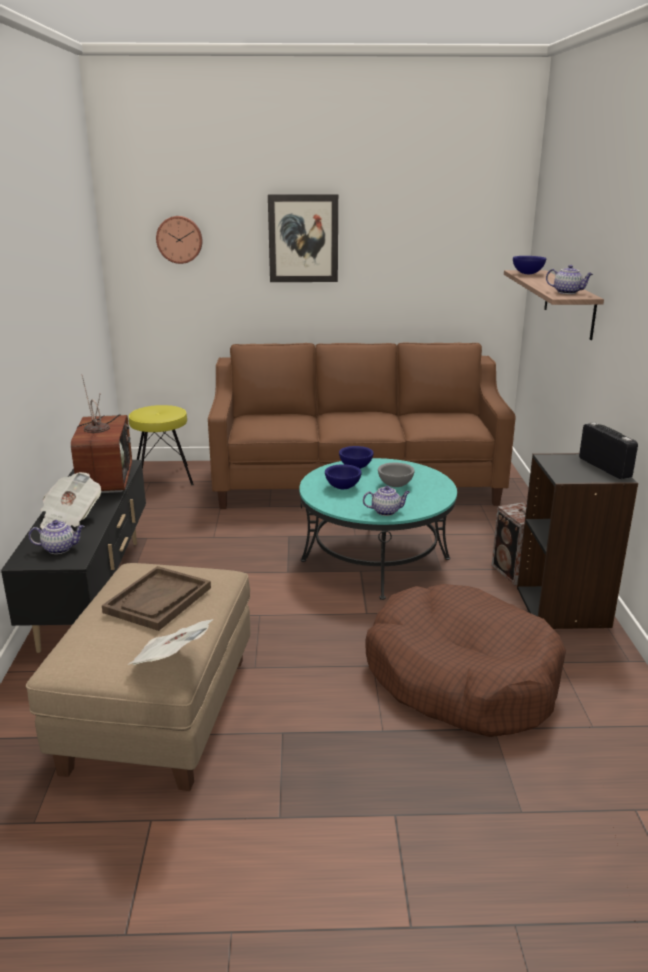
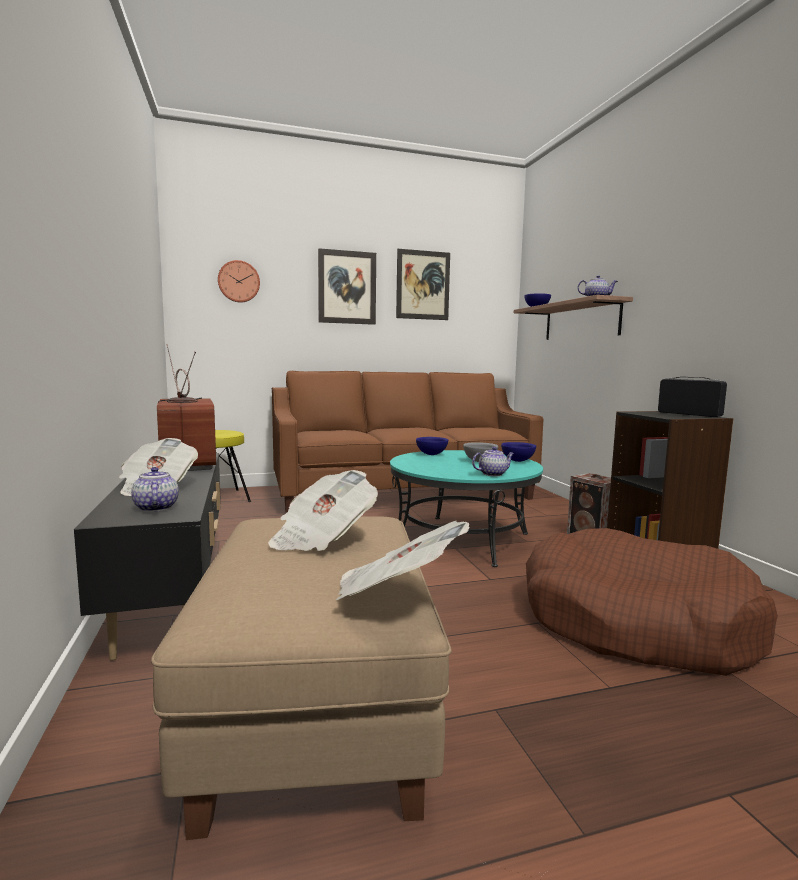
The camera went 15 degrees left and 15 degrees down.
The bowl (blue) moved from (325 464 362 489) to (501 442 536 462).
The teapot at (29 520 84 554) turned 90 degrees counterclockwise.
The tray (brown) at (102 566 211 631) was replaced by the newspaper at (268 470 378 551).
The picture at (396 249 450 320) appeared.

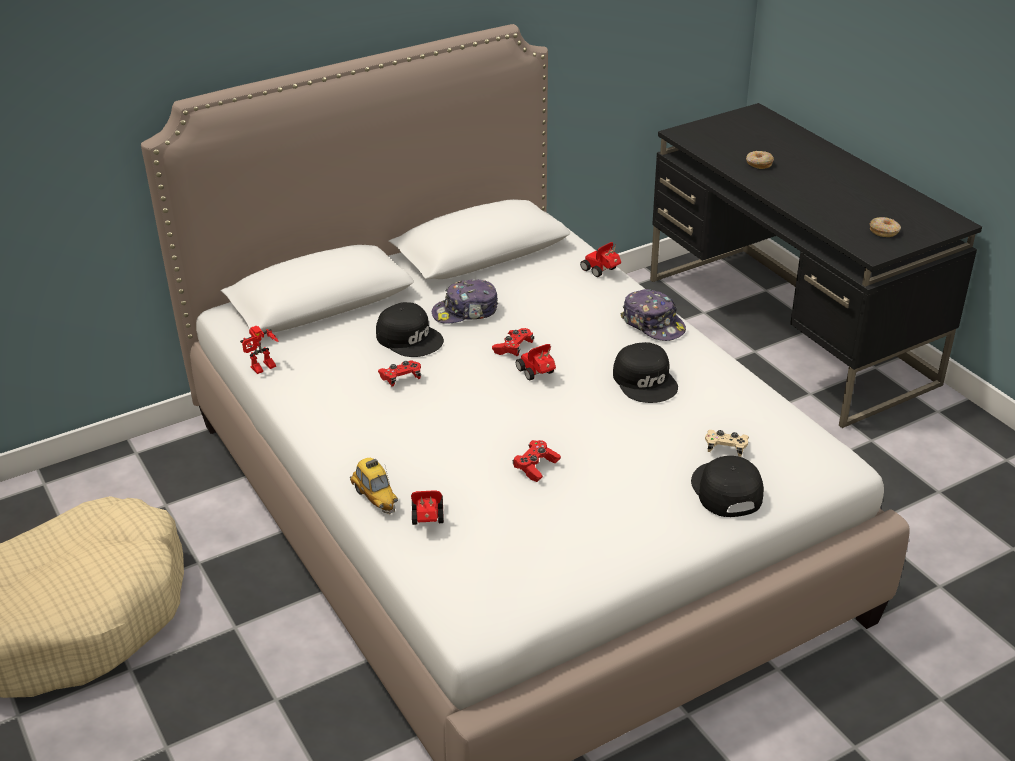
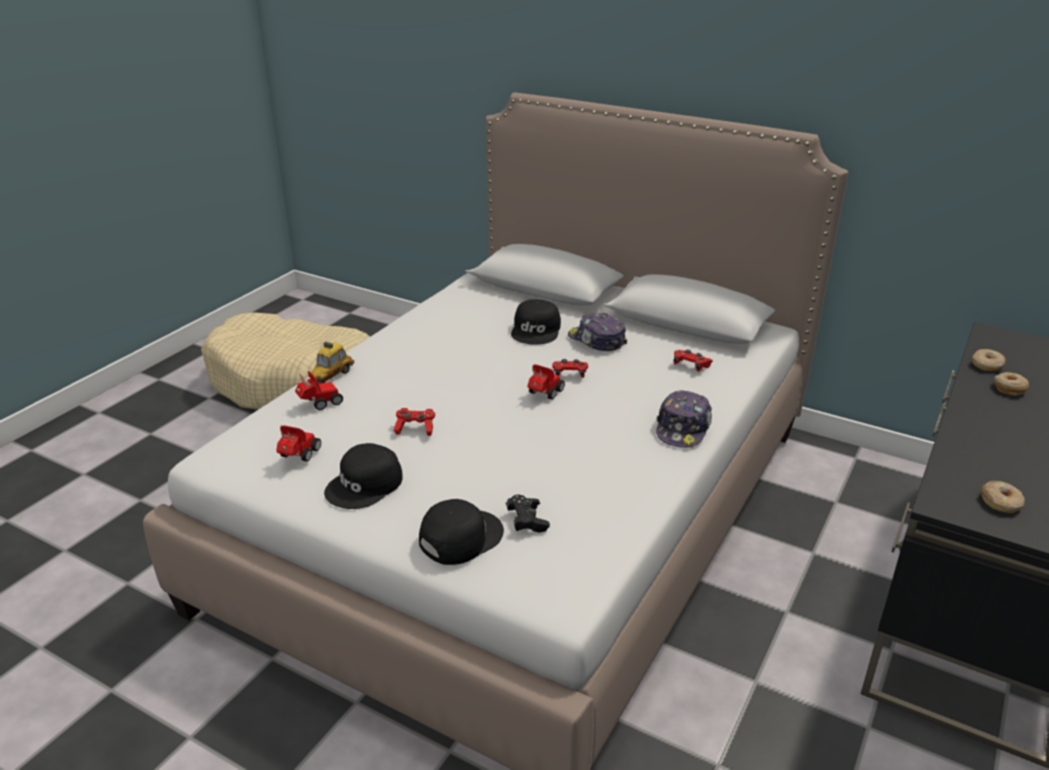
The camera went 60 degrees right and 5 degrees down.
The toy car moved from (580 242 621 277) to (276 425 321 462).
The toy robot at (240 326 278 374) disappeared.
The cap (black) moved from (613 342 678 403) to (324 443 403 509).
The game controller (red) moved from (378 360 421 387) to (673 349 713 372).
The game controller (beige) at (705 430 749 457) became the game controller (black) at (506 494 550 533).
The donut at (972 349 1006 371) appeared.

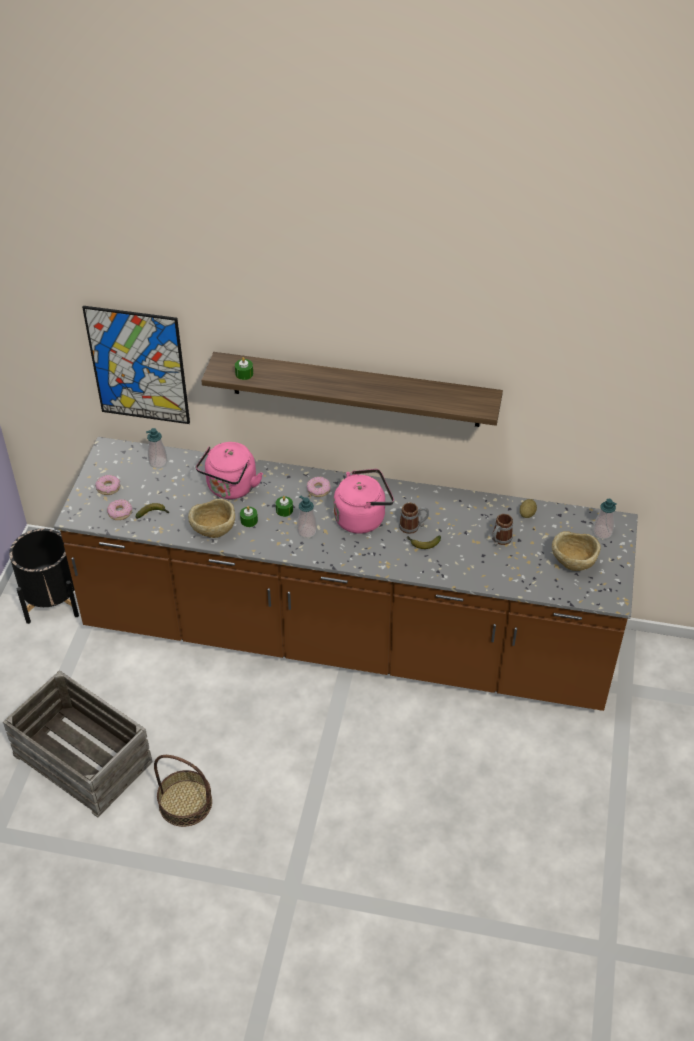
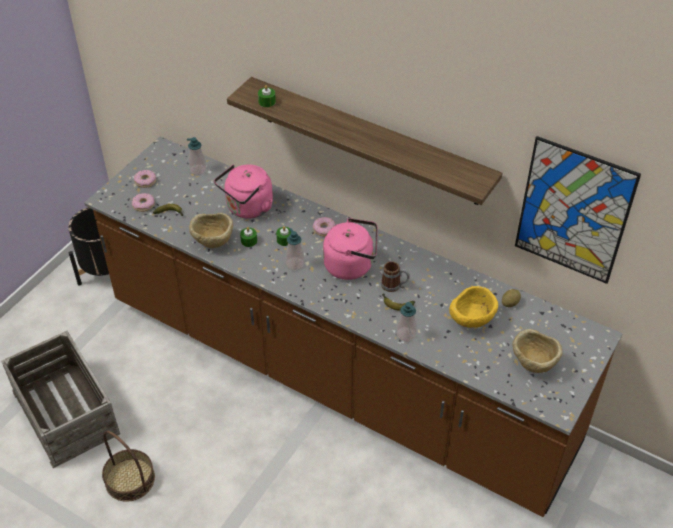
The camera went 20 degrees right and 0 degrees up.
The picture moved from (82 306 190 424) to (515 136 641 284).
The soap dispenser moved from (593 499 617 539) to (396 302 417 342).
The mug at (492 514 513 546) was replaced by the bowl (yellow) at (449 286 498 328).

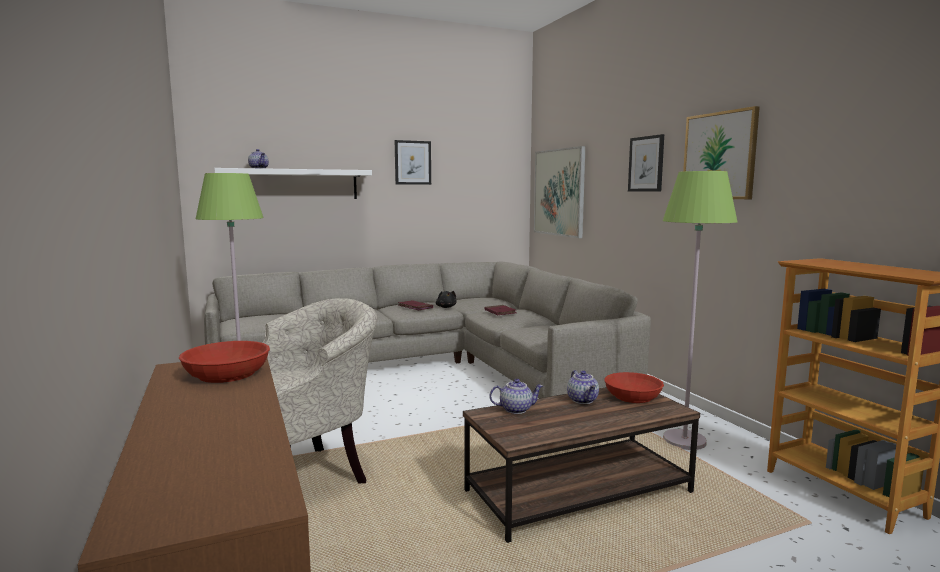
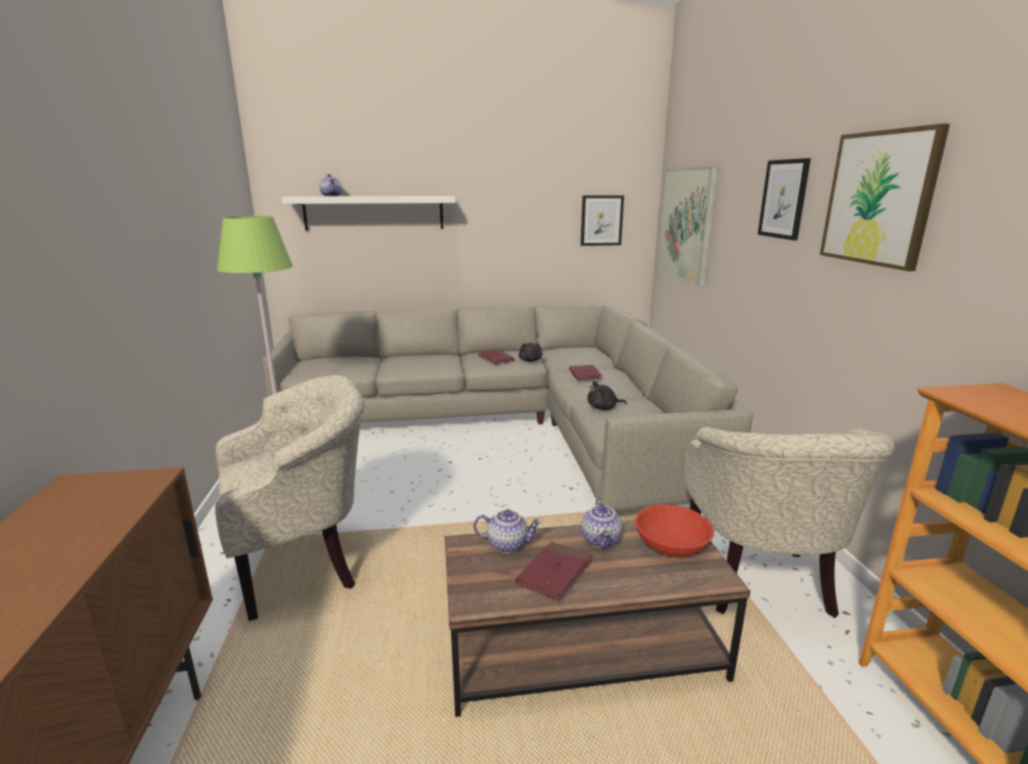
The camera went 15 degrees right and 10 degrees up.
The picture moved from (395 140 431 185) to (581 195 624 246).
The floor lamp (green) at (663 171 738 450) was replaced by the armchair (beige) at (684 427 895 618).
The bowl (red) at (179 341 270 383) disappeared.
The plush toy (black) at (587 381 627 410) appeared.
The book (red) at (516 542 592 601) appeared.

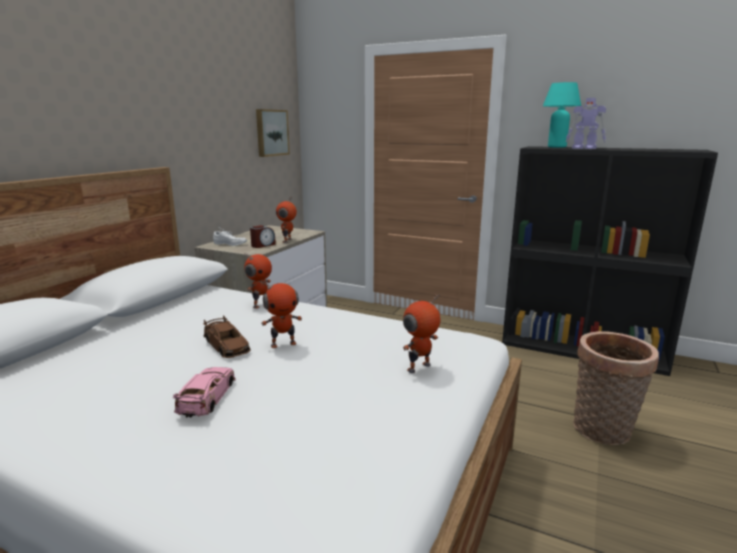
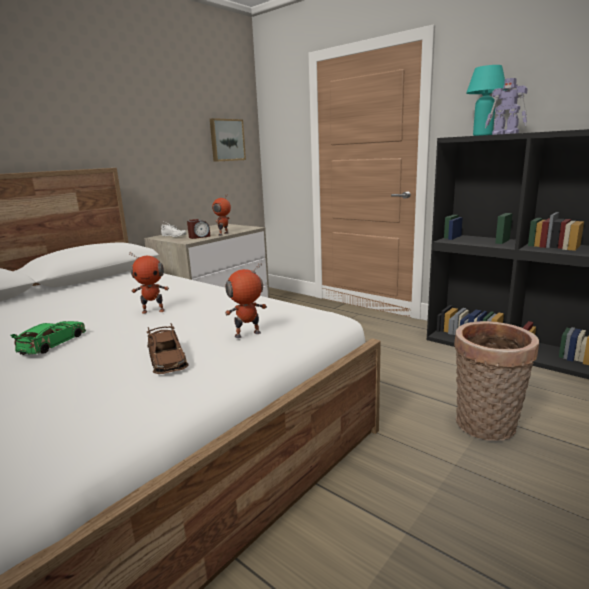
The camera went 15 degrees right and 0 degrees up.
The toy robot at (244 254 272 309) disappeared.
The toy car (brown) moved from (203 315 251 358) to (147 323 189 374).
The toy car (pink) at (173 367 236 418) became the toy car (green) at (11 321 86 355).

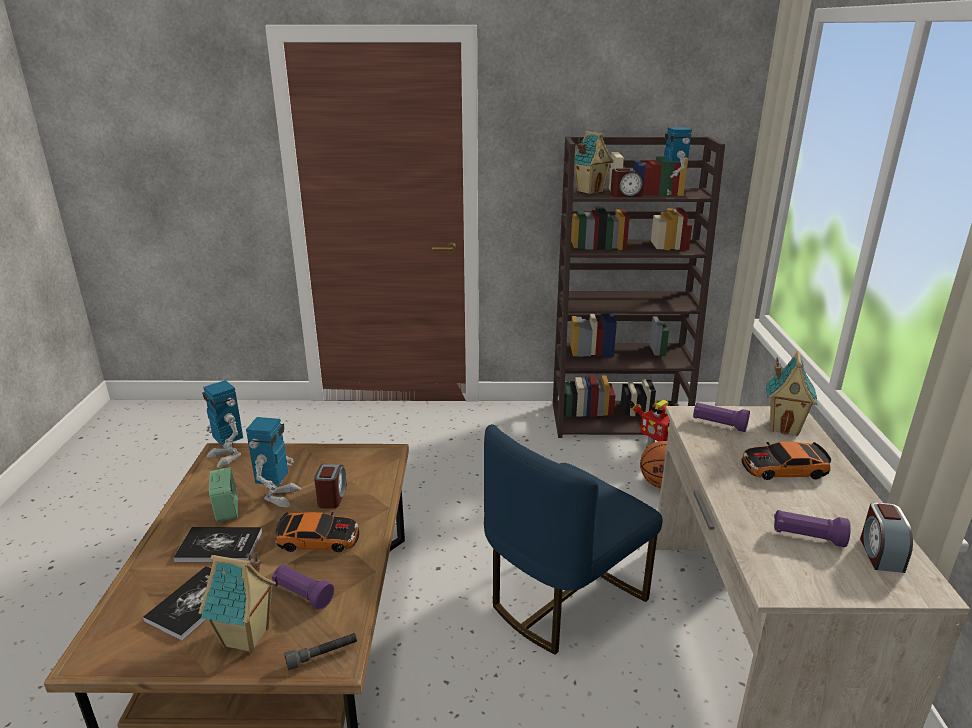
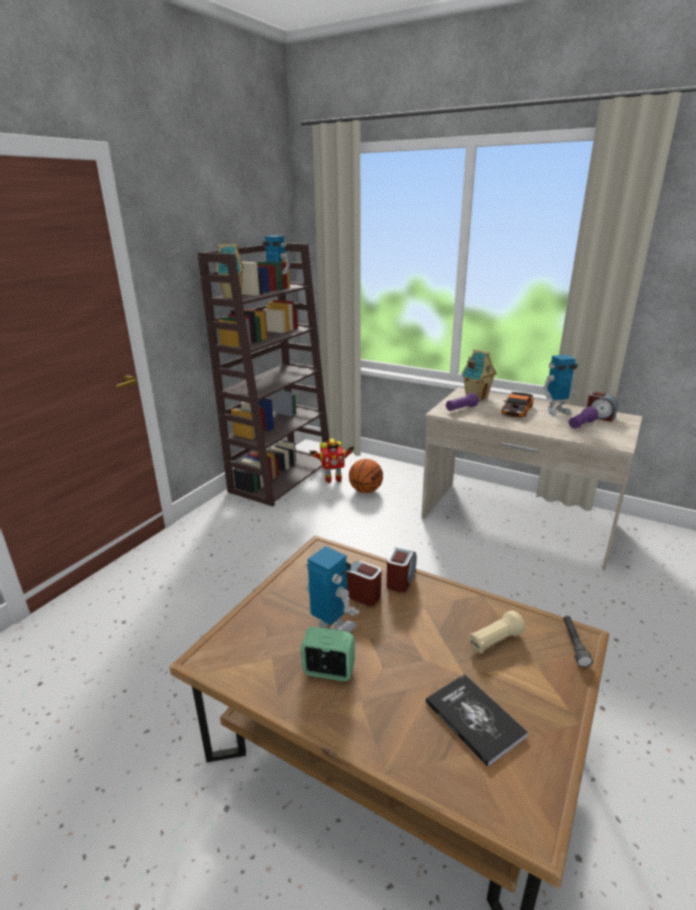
The camera went 60 degrees left and 0 degrees up.
The alarm clock moved from (610 168 643 197) to (387 547 417 593).
The toy robot moved from (202 380 243 468) to (543 355 578 416).
The chair (blue) at (484 424 663 655) disappeared.
The toy car at (275 512 359 552) disappeared.
The book at (173 527 262 562) disappeared.
The toy house at (199 552 276 653) disappeared.
The flashlight (purple) at (272 565 334 610) became the flashlight (beige) at (468 610 525 653).

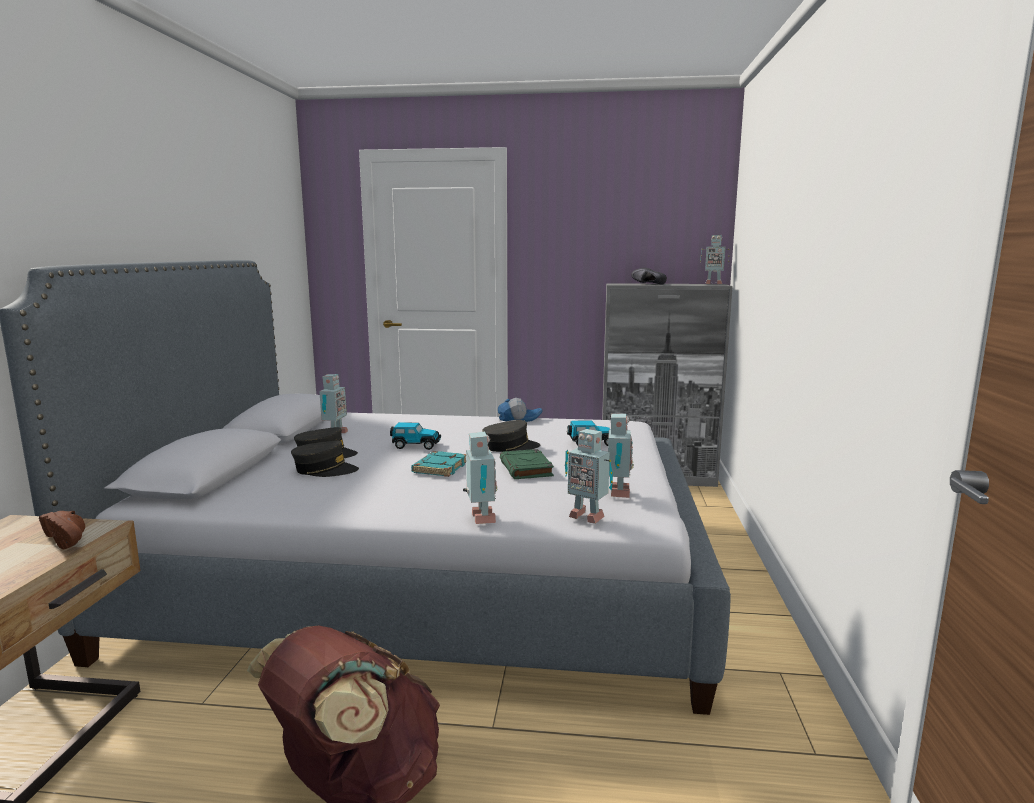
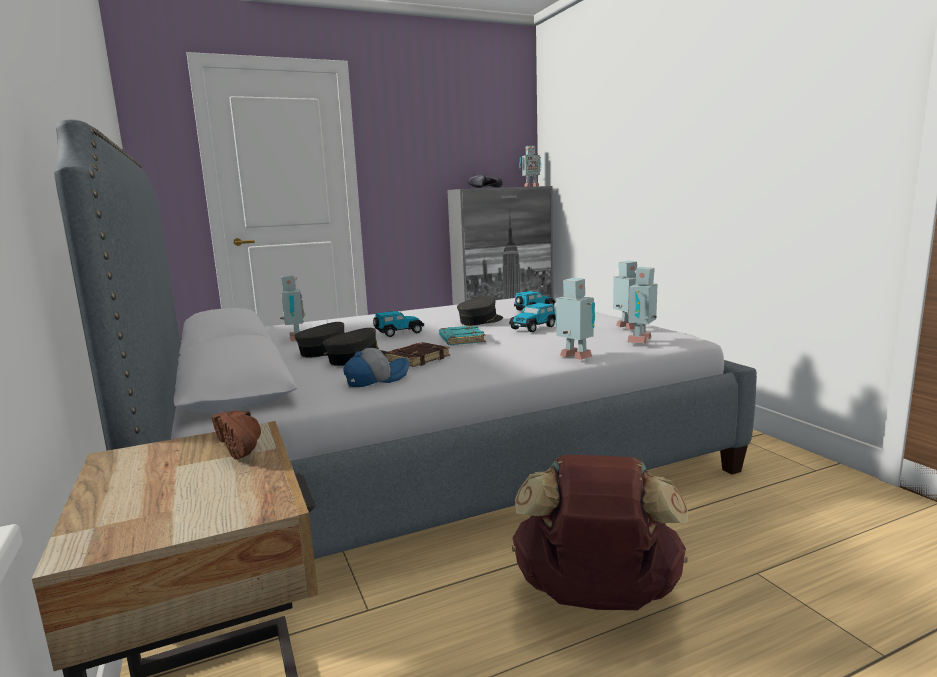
The camera went 30 degrees left and 0 degrees up.
The cap moved from (498 398 543 422) to (343 348 410 387).
The toy robot at (565 429 613 524) turned 120 degrees clockwise.
The book (green) at (500 449 554 479) was replaced by the toy car at (509 303 555 332).
The shoe (brown) at (39 511 85 550) turned 45 degrees clockwise.
The book (brown) at (384 342 450 367) appeared.

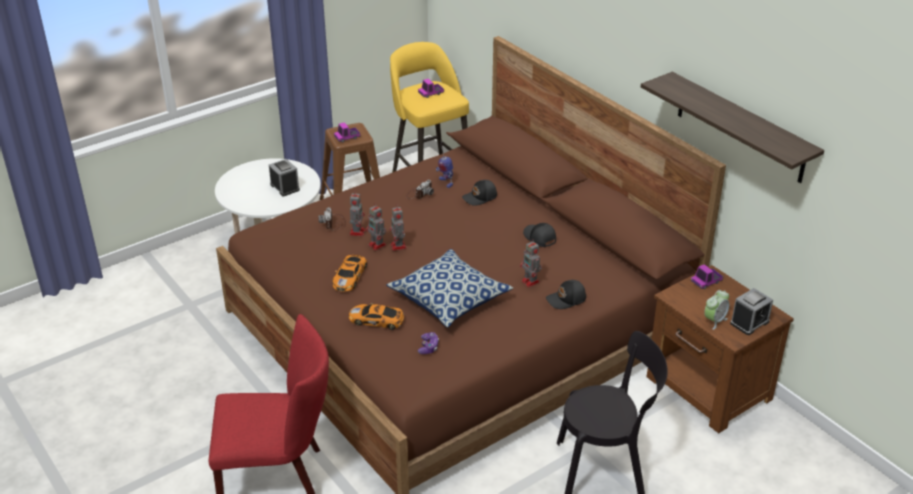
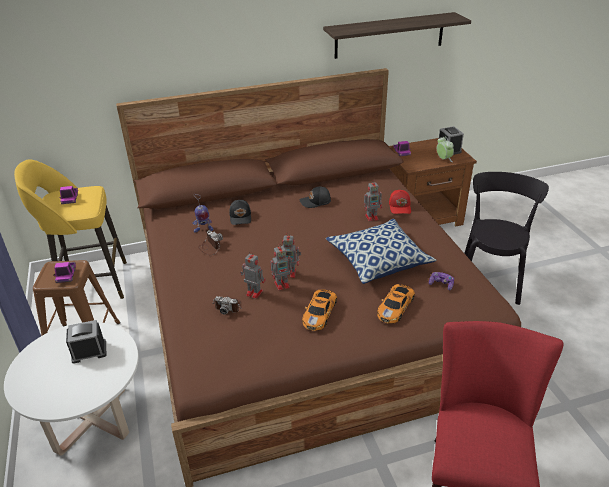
The camera went 70 degrees left and 0 degrees up.
The toy car at (332 255 367 292) turned 75 degrees clockwise.
The cap (black) at (546 280 586 309) became the cap (red) at (389 190 411 214).

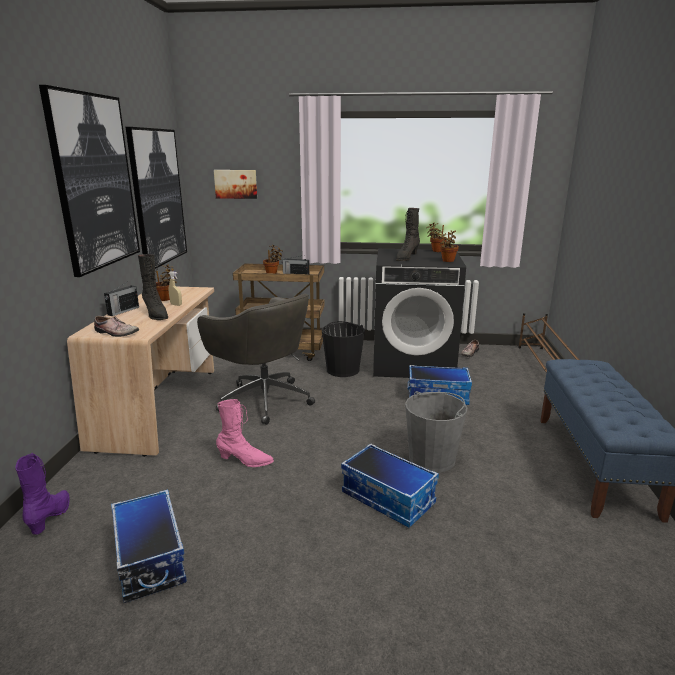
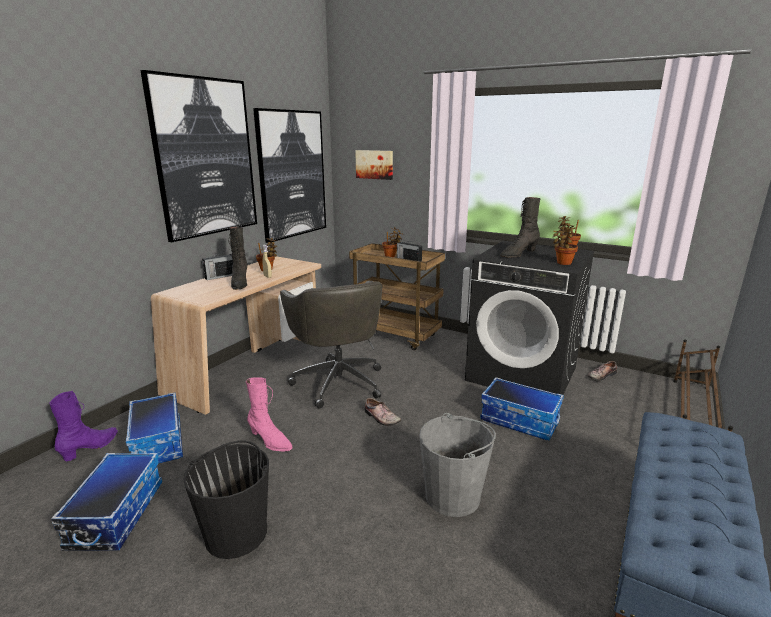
The camera went 25 degrees right and 0 degrees up.
The shoe moved from (94 316 139 337) to (364 398 401 426).
The bucket (black) moved from (322 321 365 377) to (183 440 269 559).
The storage box moved from (341 443 439 528) to (126 392 183 463).

